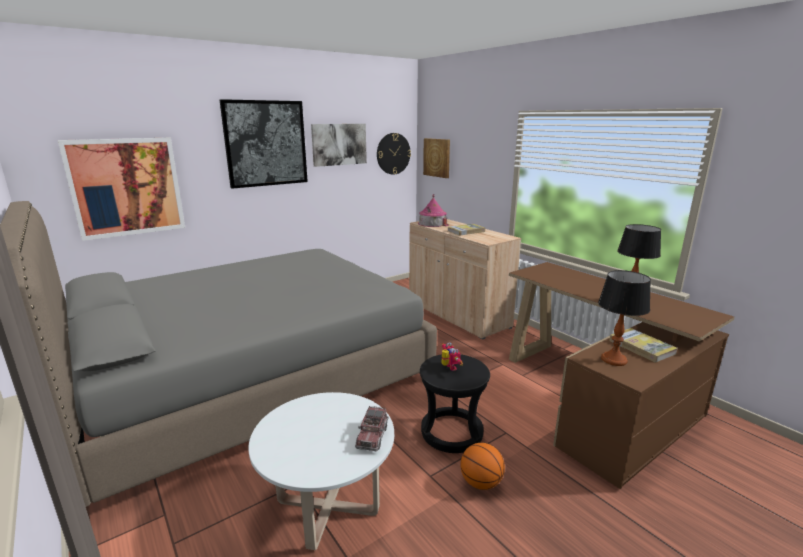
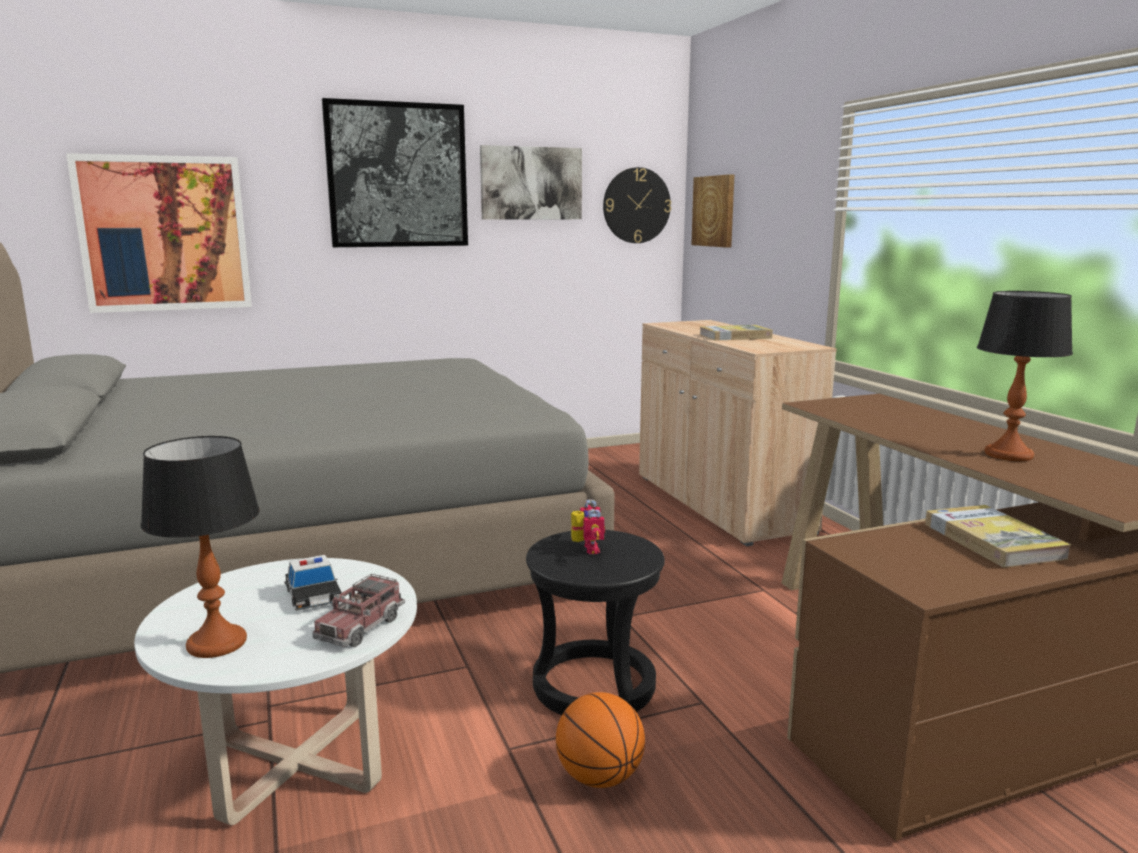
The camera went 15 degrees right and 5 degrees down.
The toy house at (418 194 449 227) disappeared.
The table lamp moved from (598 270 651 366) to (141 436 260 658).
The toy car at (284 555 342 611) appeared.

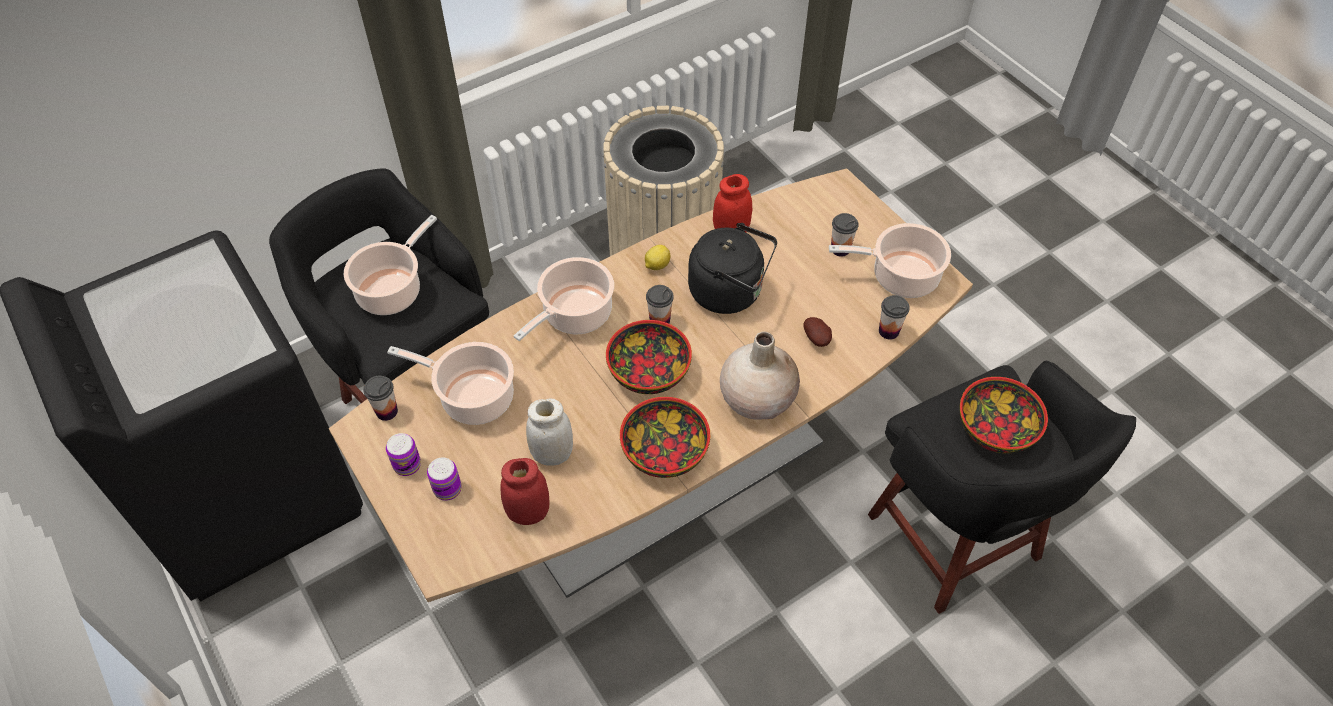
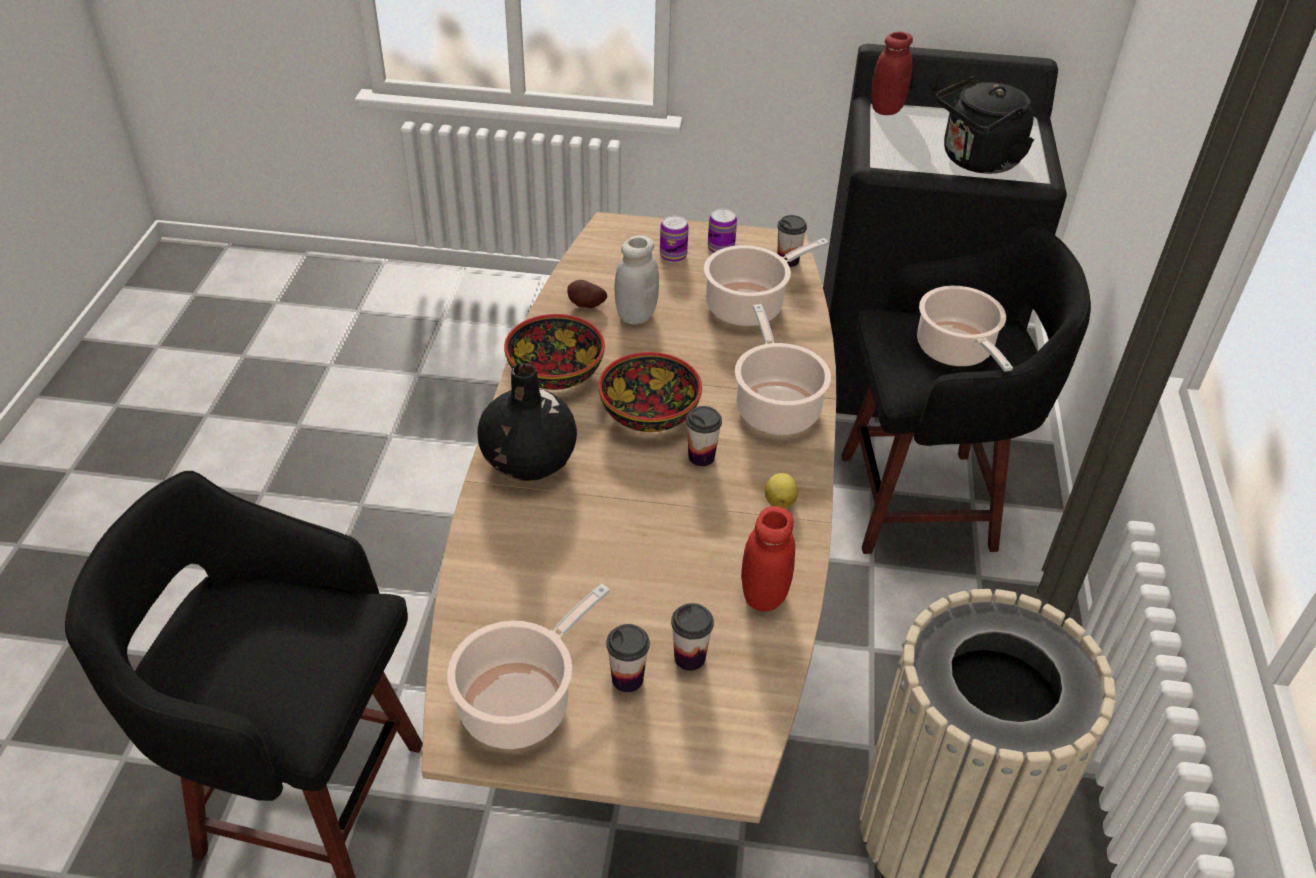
The camera went 130 degrees right and 10 degrees down.
The kettle (black) moved from (688 223 777 314) to (936 76 1034 174).
The cup moved from (879 295 910 340) to (671 603 714 671).
The potato moved from (804 317 832 347) to (567 280 607 308).
The vase (beige) at (720 332 800 420) became the vase (black) at (477 363 577 481).
The bowl at (959 377 1048 453) disappeared.
The jar (red) moved from (500 458 550 525) to (872 31 913 115).

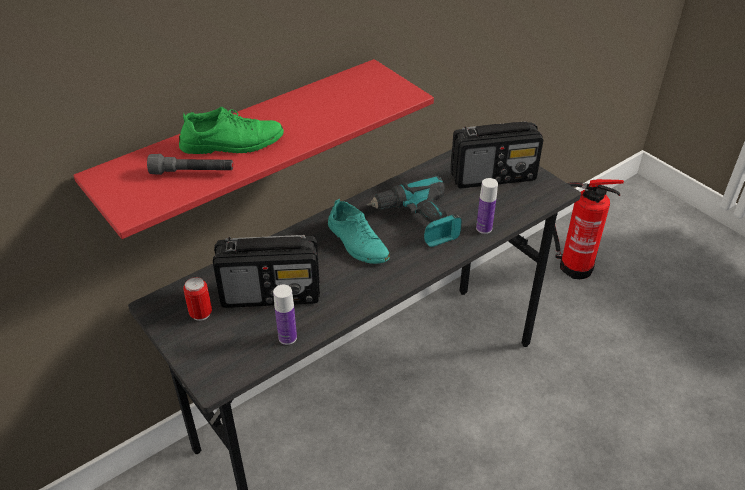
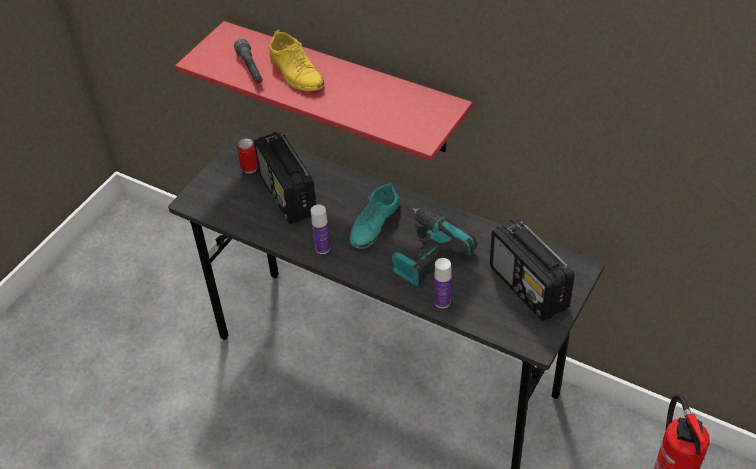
The camera went 70 degrees right and 5 degrees up.
The shoe (green) at (179 107 284 154) became the shoe (yellow) at (269 30 324 91).
The bottle moved from (273 285 297 345) to (311 205 330 254).

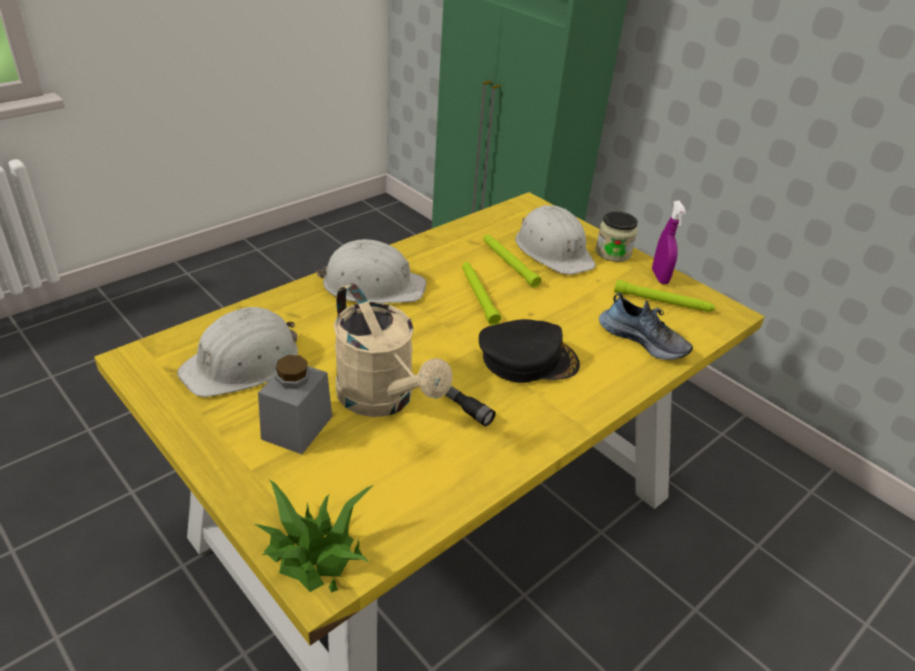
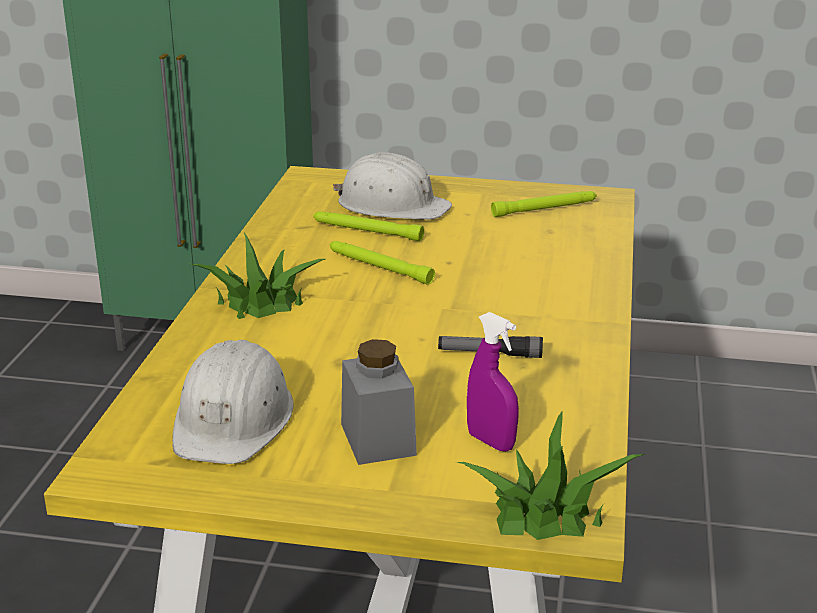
The camera went 35 degrees left and 10 degrees down.
The spray bottle (purple) moved from (652 201 686 284) to (467 312 519 452).
The jar at (595 211 638 262) disappeared.
The hard hat (white) at (316 239 426 303) was replaced by the potted plant at (191 232 325 319).
The watering can (beige) at (334 283 452 417) disappeared.
The shoe at (599 293 693 360) disappeared.
The cap (black) at (479 319 580 383) disappeared.

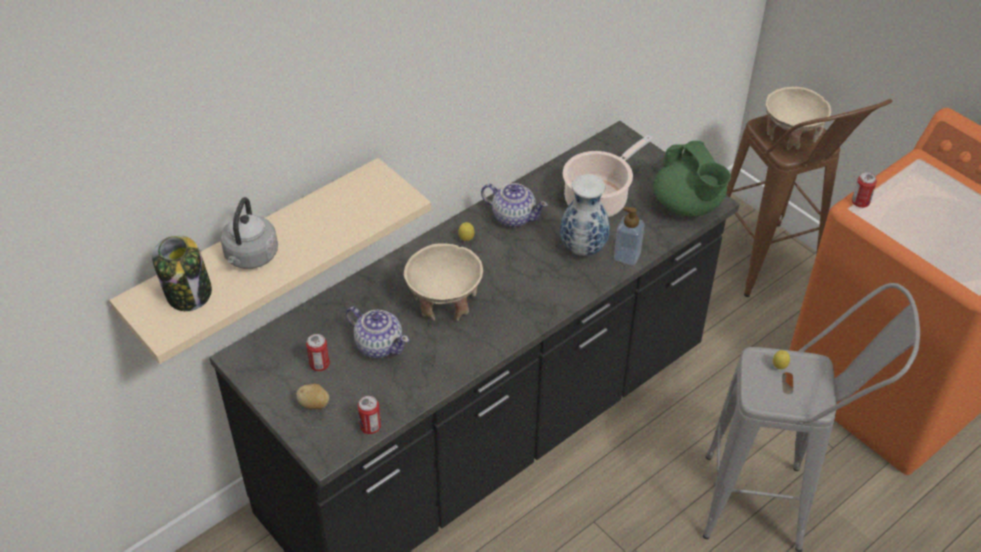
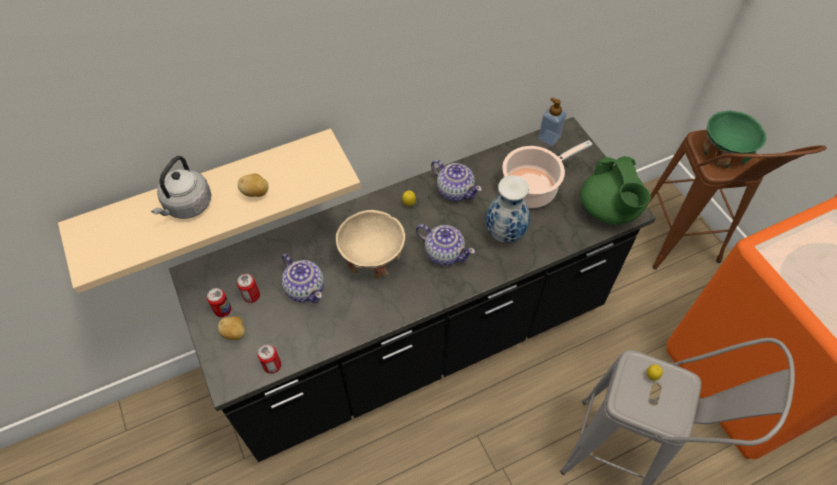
The camera went 15 degrees right and 10 degrees up.
The bowl (beige) at (766 87 831 150) became the bowl (green) at (703 111 766 168).
The can moved from (852 172 877 208) to (207 288 231 317).
The soap dispenser moved from (614 207 645 266) to (538 98 567 146).
The jar at (152 235 212 311) disappeared.
The potato at (238 174 269 197) appeared.
The teapot at (416 224 475 266) appeared.

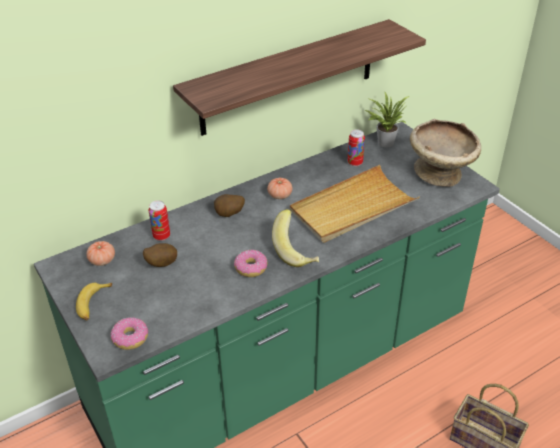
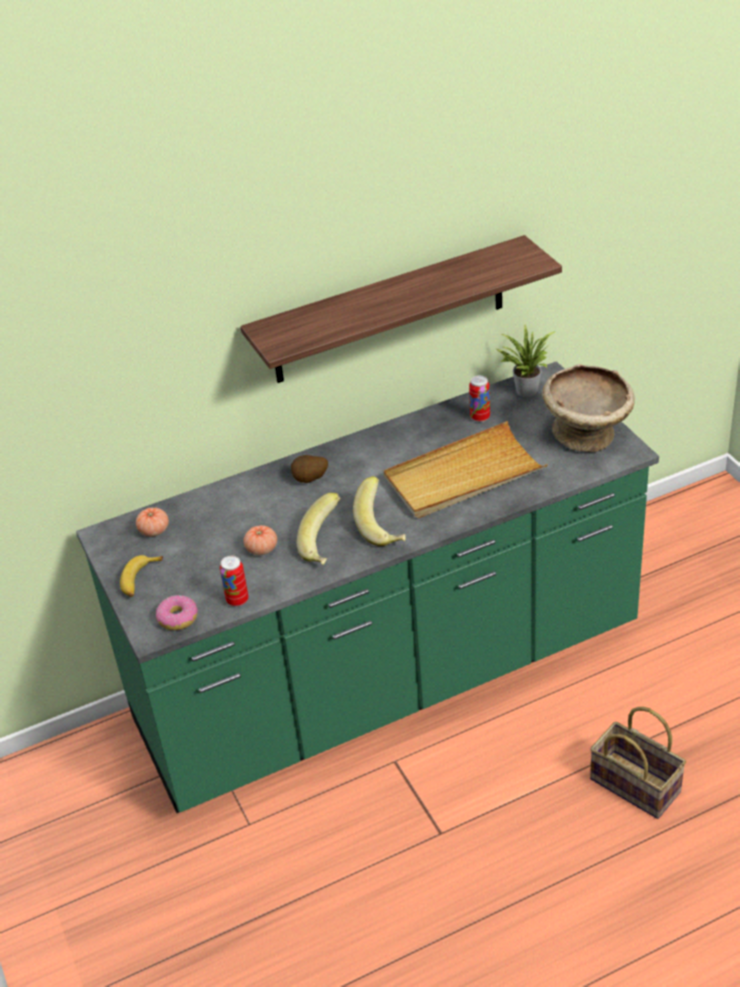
The camera went 10 degrees right and 0 degrees up.
The tomato moved from (267 178 292 199) to (243 525 277 555).
The can moved from (149 200 170 241) to (220 556 249 606).
The potato at (143 243 177 267) disappeared.
The donut at (234 250 267 277) was replaced by the banana at (296 493 341 565).

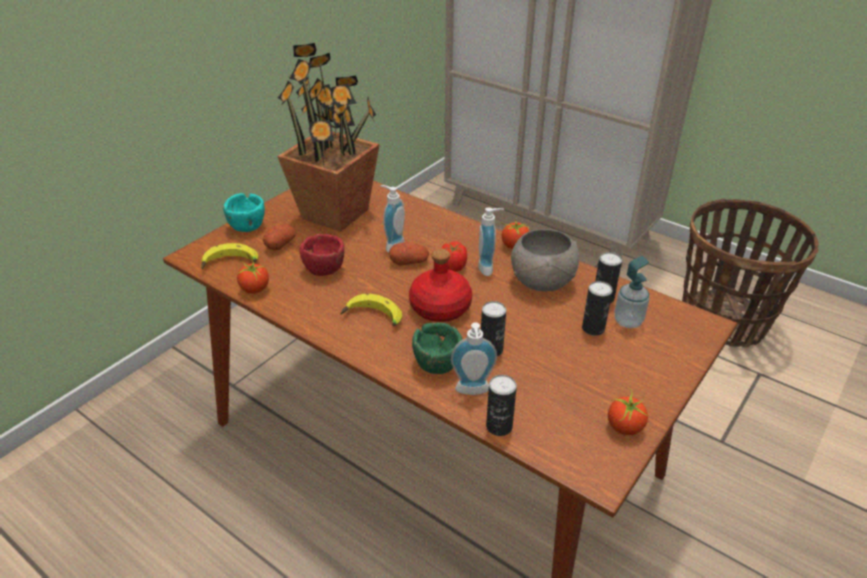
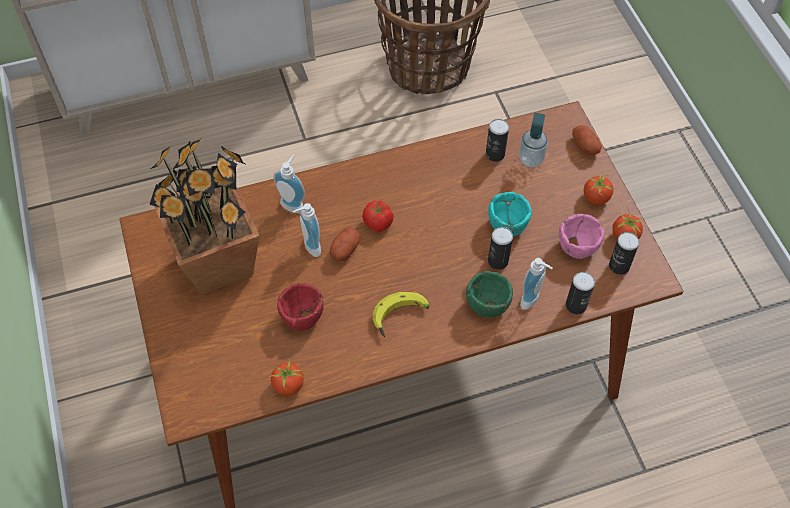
The camera went 55 degrees left and 20 degrees up.
The bowl (turquoise) moved from (223 193 265 232) to (488 192 532 236).
The soap dispenser moved from (478 207 504 276) to (274 155 305 214).
The tomato moved from (502 220 531 249) to (584 173 615 205).
The potato moved from (263 224 296 251) to (572 125 602 156).
The bowl (grey) at (511 229 579 291) disappeared.
The banana at (201 243 258 269) disappeared.
The bottle (red) at (409 249 472 322) disappeared.
The can moved from (582 281 612 336) to (609 232 639 275).
The bowl (pink) at (559 214 605 259) appeared.

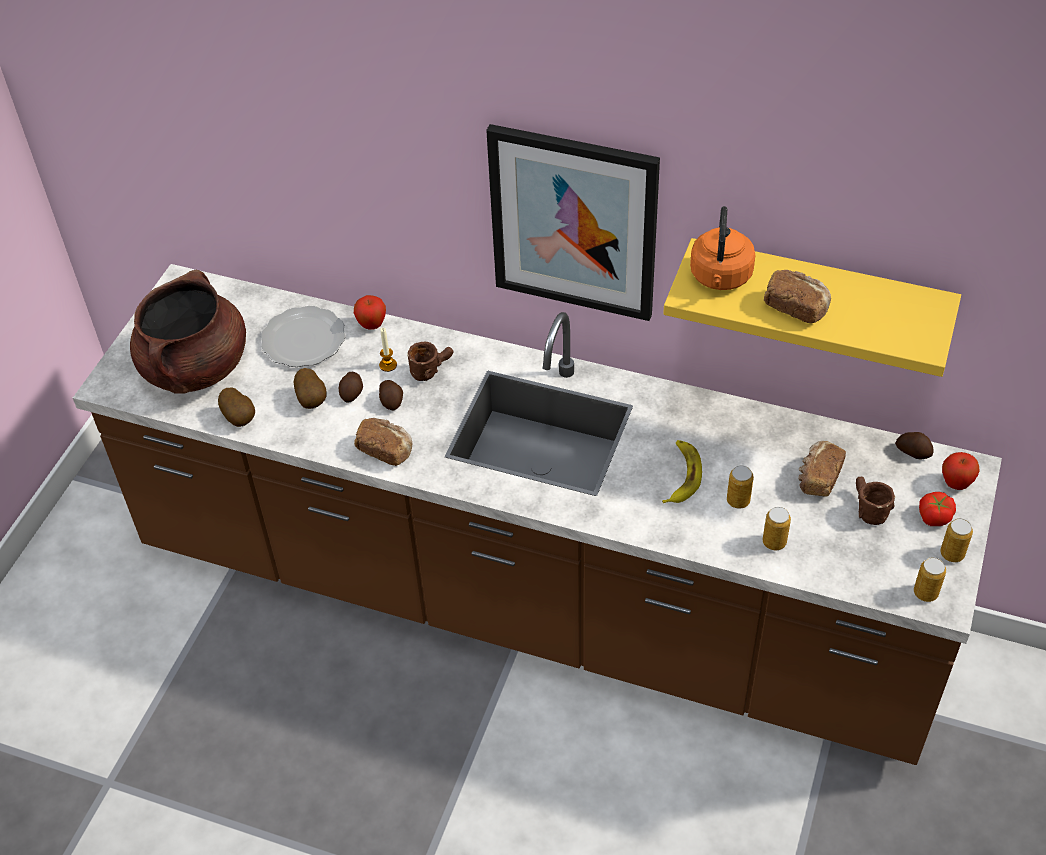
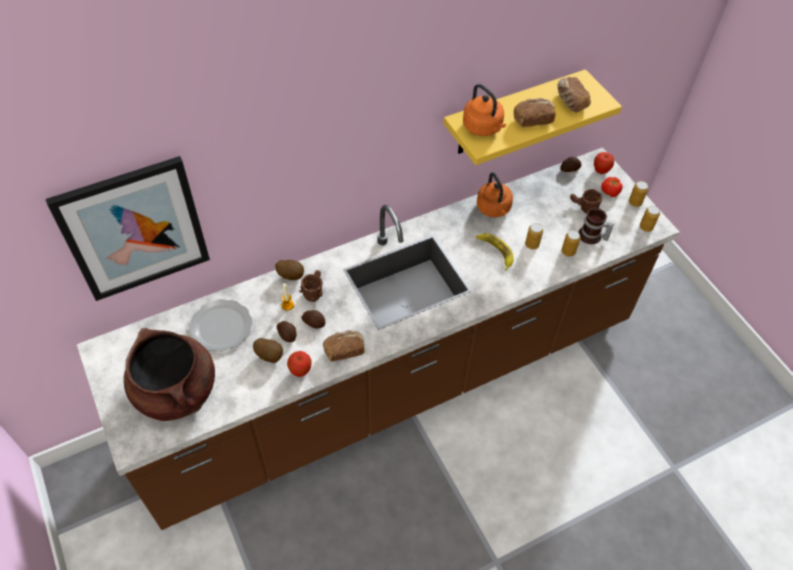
The camera went 50 degrees left and 5 degrees up.
The picture moved from (486 124 660 321) to (46 156 210 301).
The apple moved from (354 295 386 330) to (287 351 312 377).
The potato moved from (218 387 255 427) to (275 260 304 280).
The bread moved from (798 441 846 497) to (557 77 591 113).
The kettle (orange) at (477 172 513 217) appeared.
The mug at (578 208 614 244) appeared.

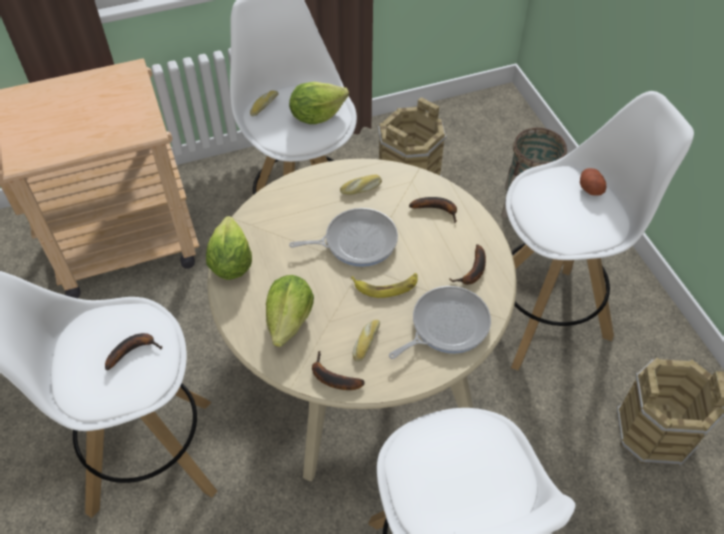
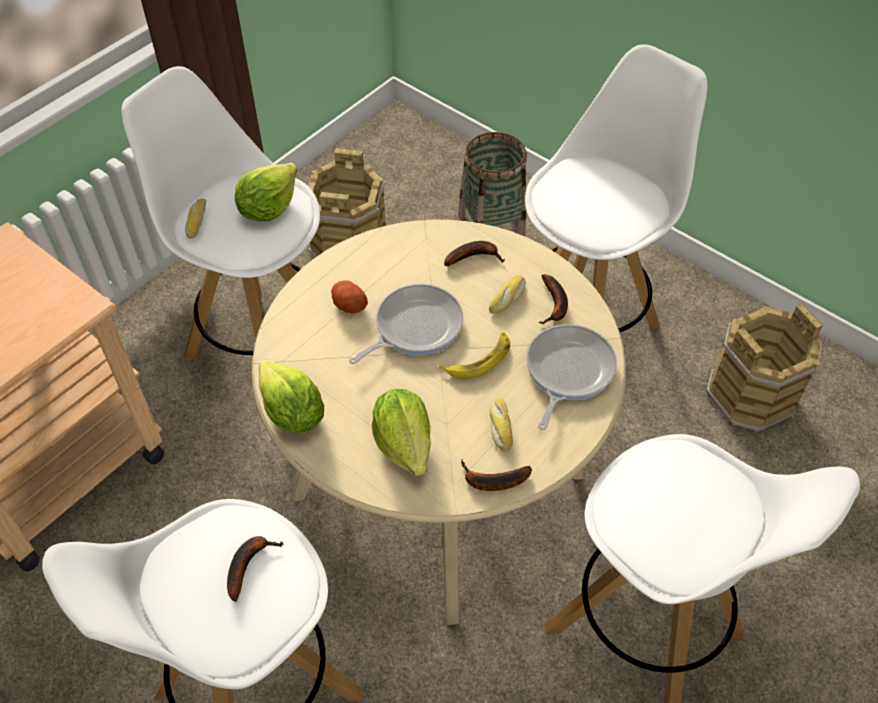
The camera went 30 degrees left and 0 degrees up.
The potato moved from (580 168 606 195) to (331 280 368 314).
The bread moved from (340 175 382 195) to (489 275 526 314).

